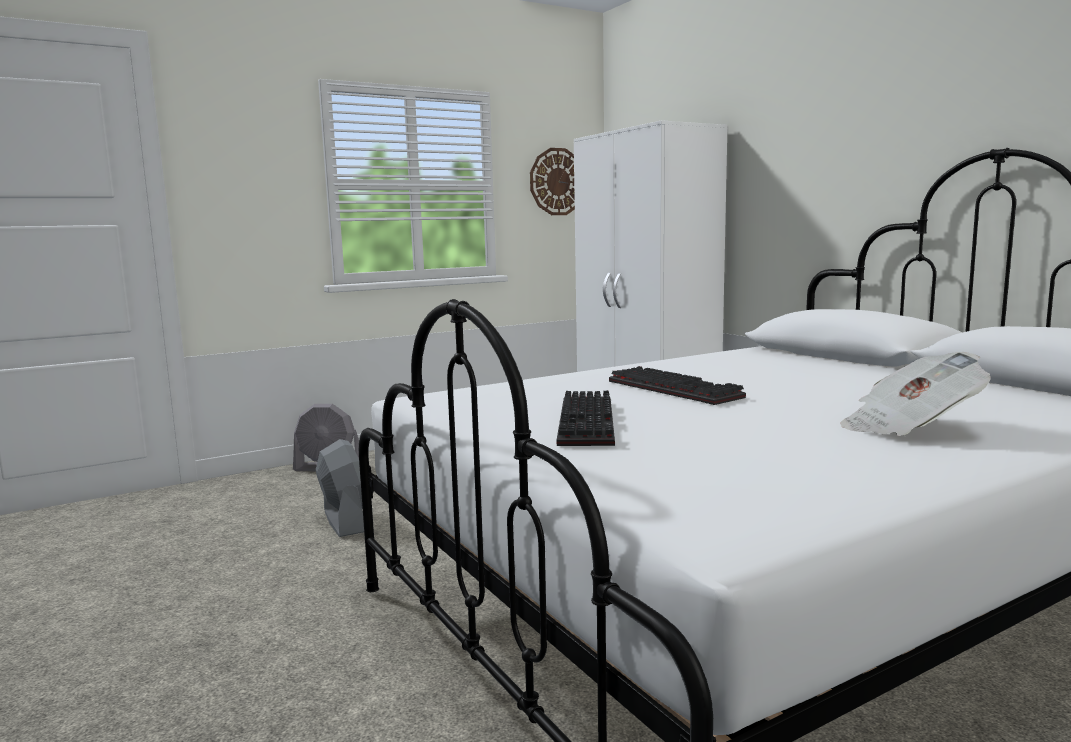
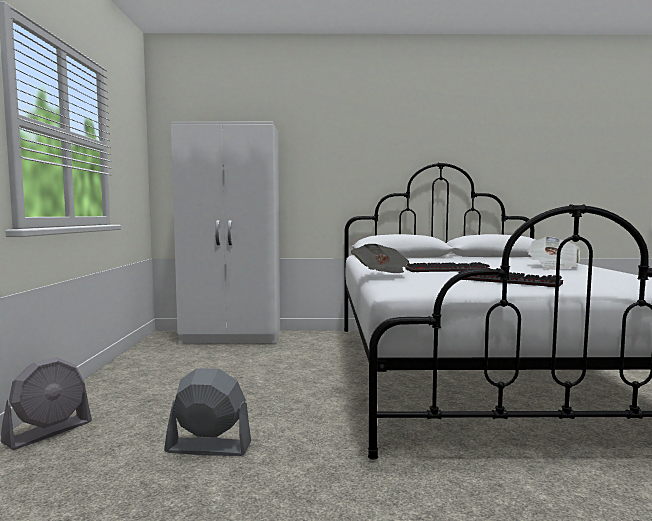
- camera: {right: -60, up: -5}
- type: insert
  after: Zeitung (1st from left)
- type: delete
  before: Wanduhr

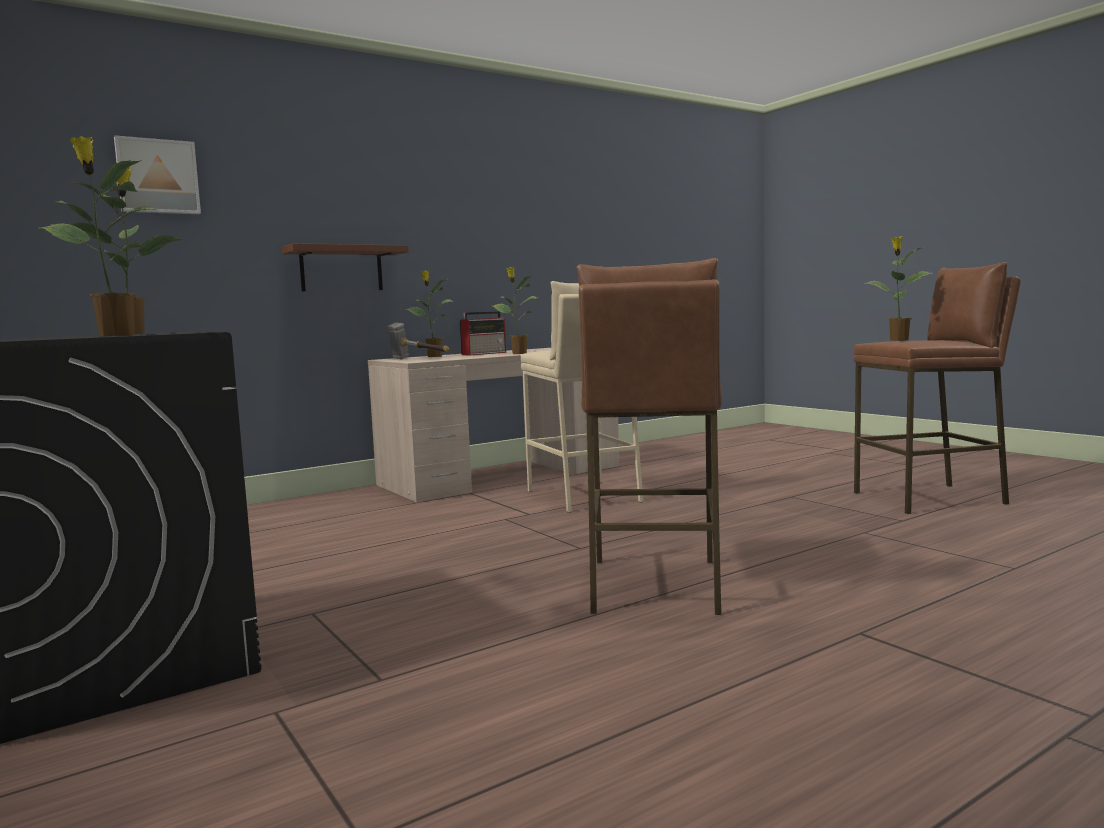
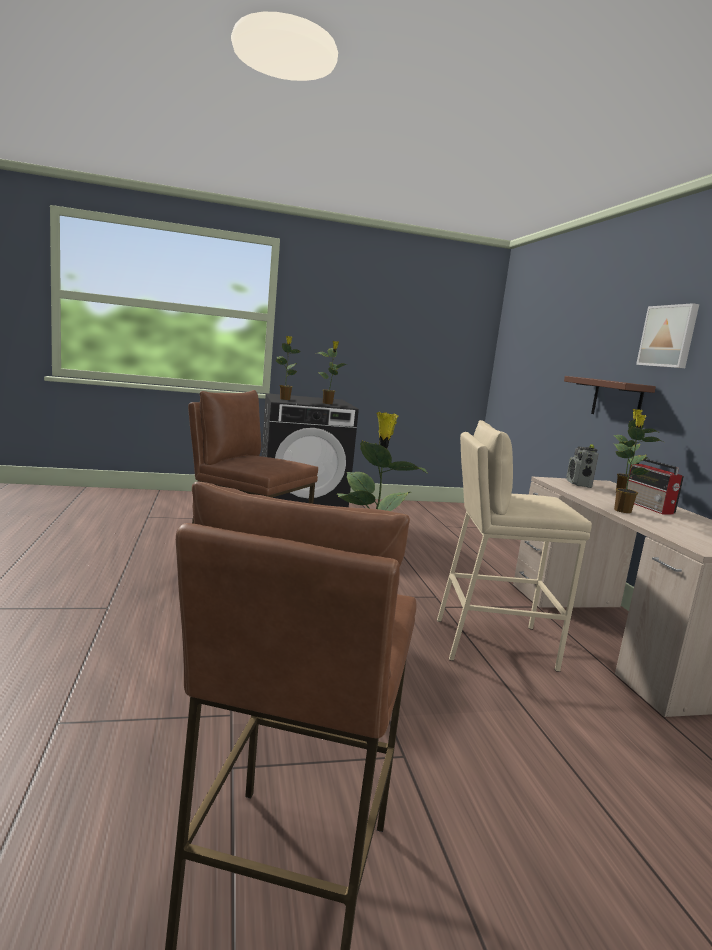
- camera: {right: 110, up: 5}
- type: replace
  before: Hammer
  after: Radio (1st from left)
- type: move
  before: Bild

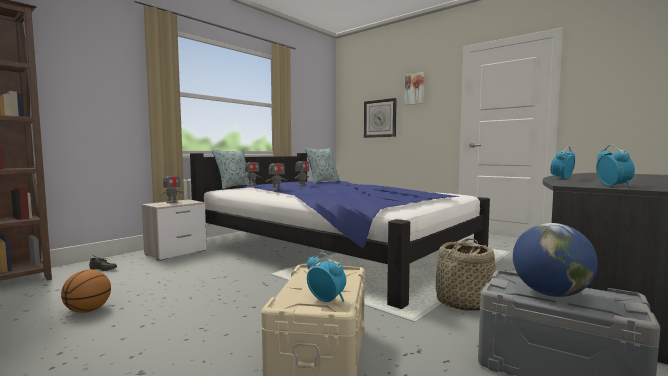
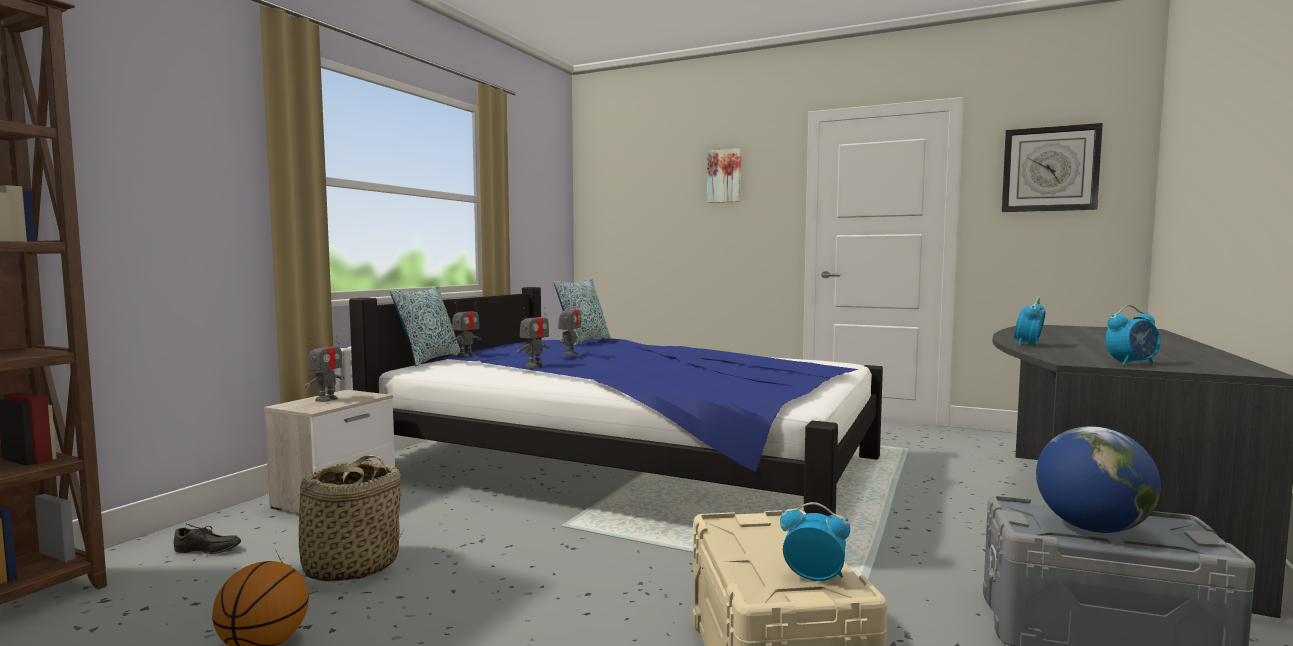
- camera: {right: -15, up: 0}
- type: move
  before: Korb
- type: move
  before: Wanduhr
- type: rotate
  before: Wecker (3rd from left)
  turn: 90

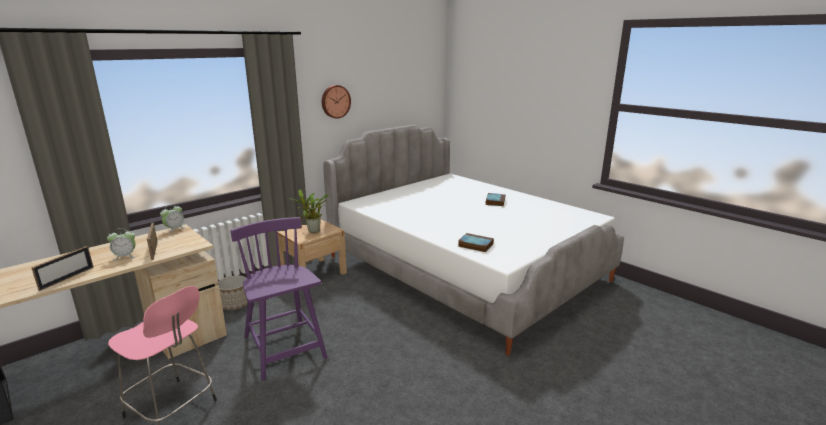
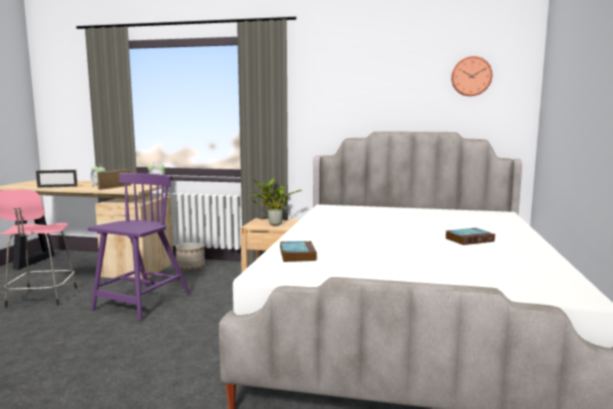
- camera: {right: 55, up: -10}
- type: move
  before: Wanduhr

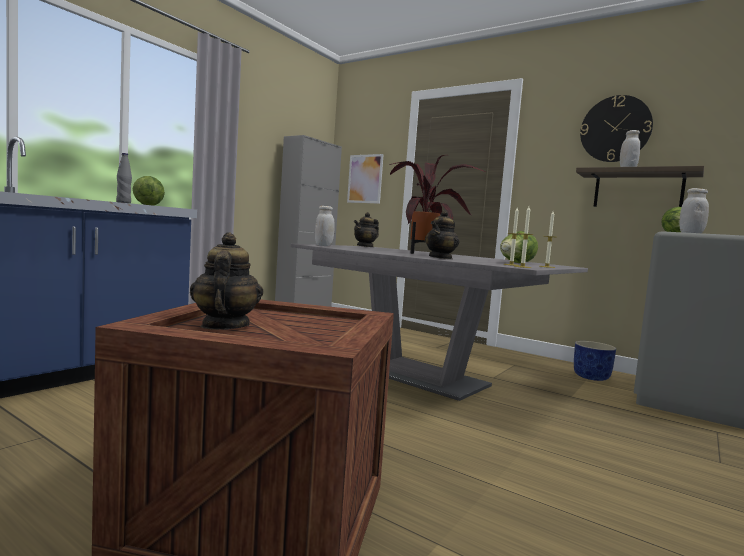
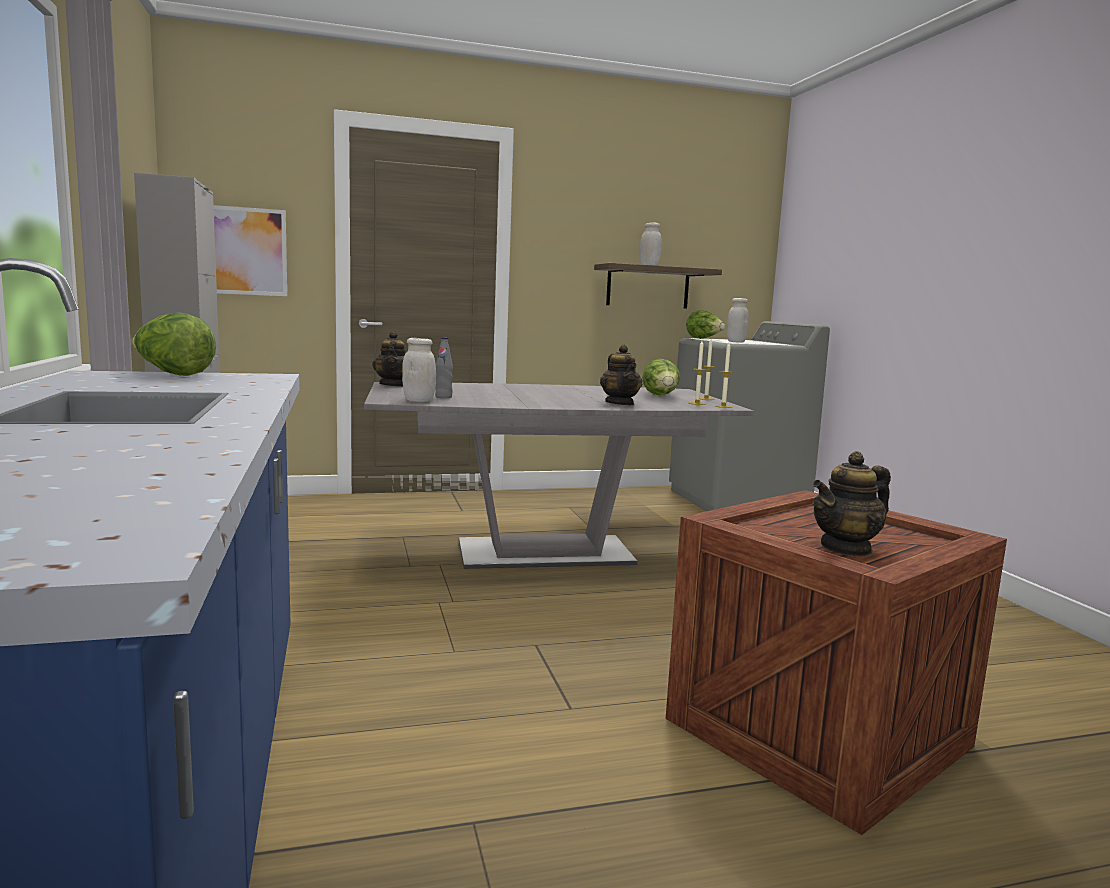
- camera: {right: -50, up: 5}
- type: move
  before: Flasche [grau]
- type: rotate
  before: Teekanne (1st from left in the first image)
  turn: -60
- type: delete
  before: Topfpflanze
- type: delete
  before: Pflanzkübel [blau]
- type: delete
  before: Wanduhr

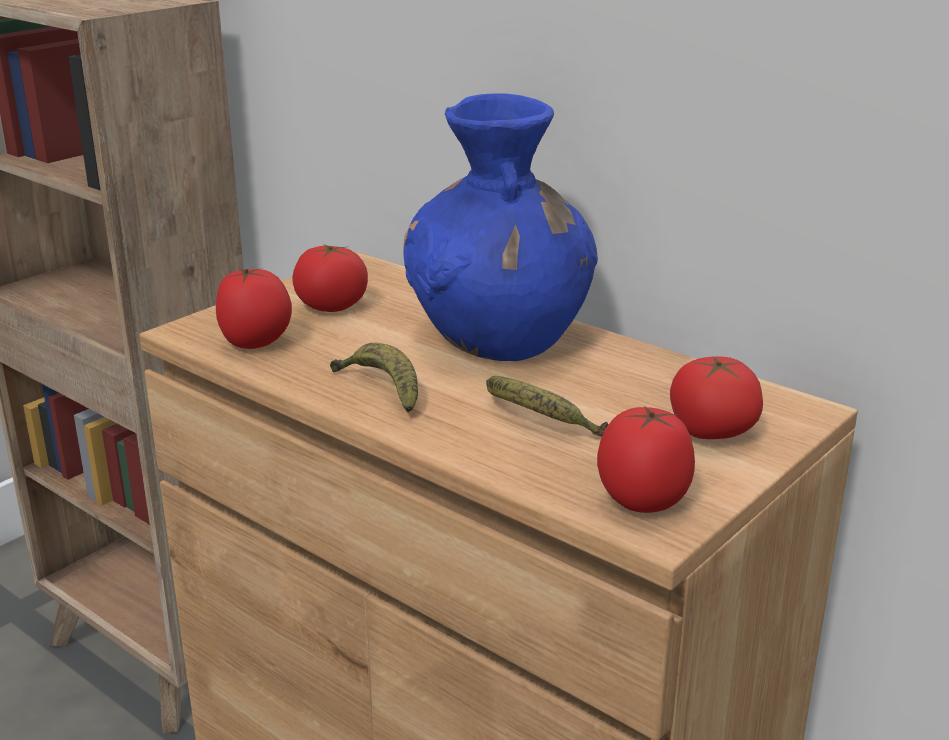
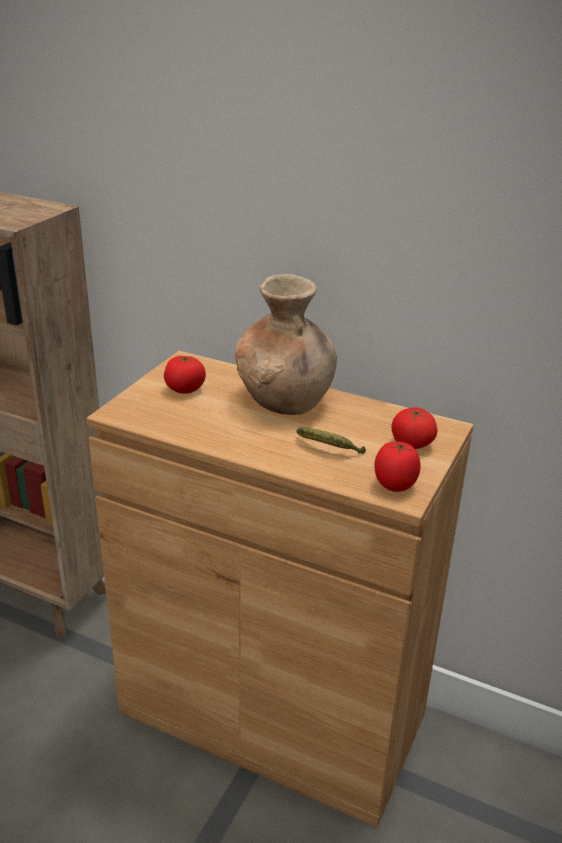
- camera: {right: -15, up: 5}
- type: recolor
  before: Vase [blau]
  after: Vase [braun]
- type: delete
  before: Tomate (1st from left)
- type: delete
  before: Banane (1st from left)

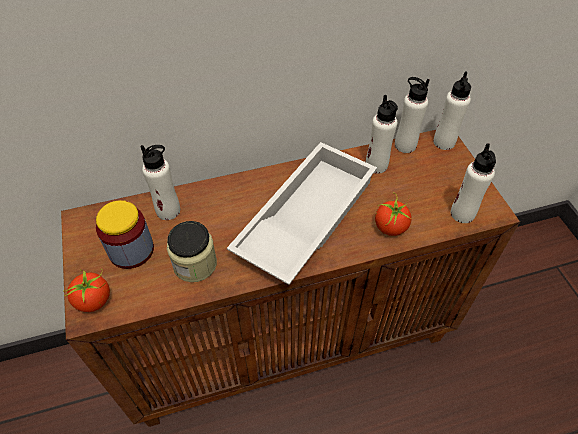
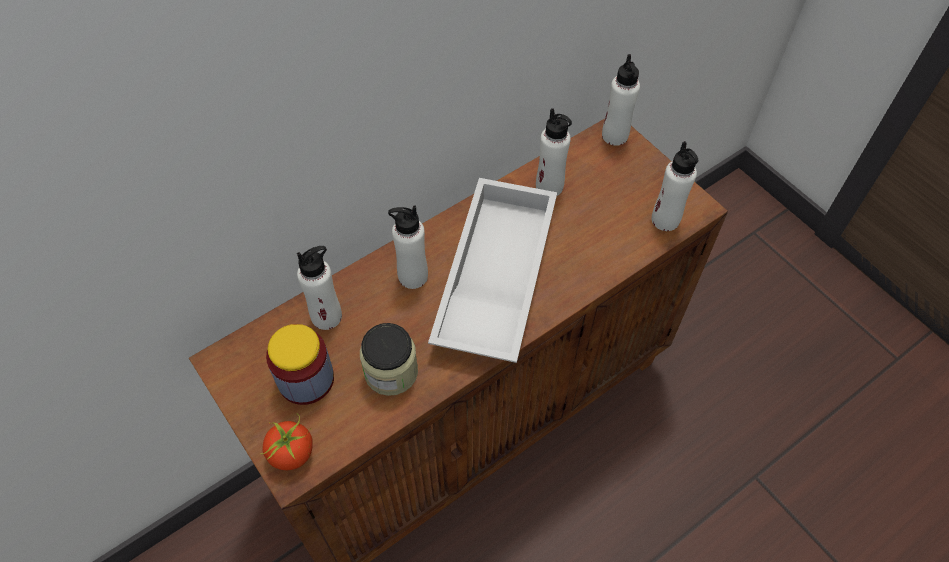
- camera: {right: -20, up: 5}
- type: move
  before: Flasche [weiß] (3rd from left in the first image)
  after: Flasche [weiß] (2nd from left)
- type: delete
  before: Tomate (2nd from left)

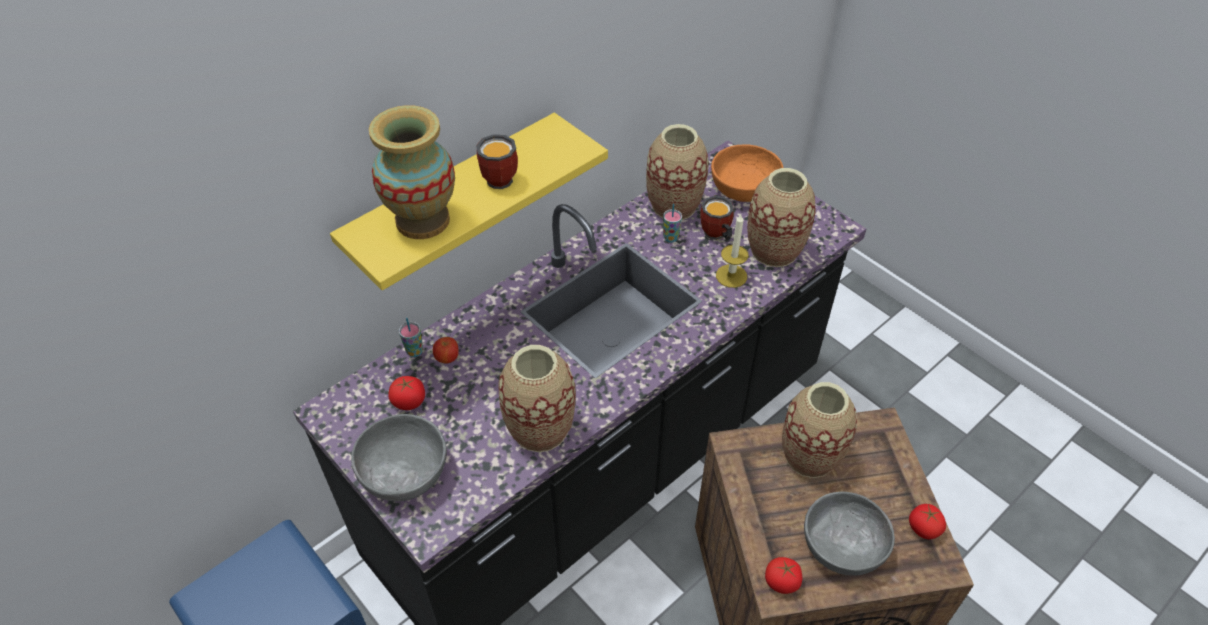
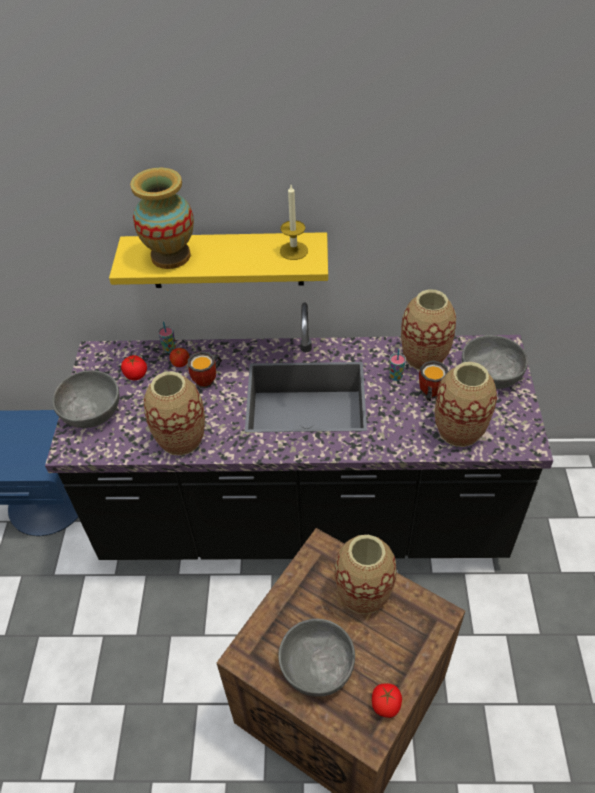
- camera: {right: 45, up: 0}
- type: move
  before: Henkelbecher (1st from left)
- type: move
  before: Kerze
- type: recolor
  before: Schüssel [orange]
  after: Schüssel [grau] (3rd from left)
- type: delete
  before: Tomate (2nd from left)

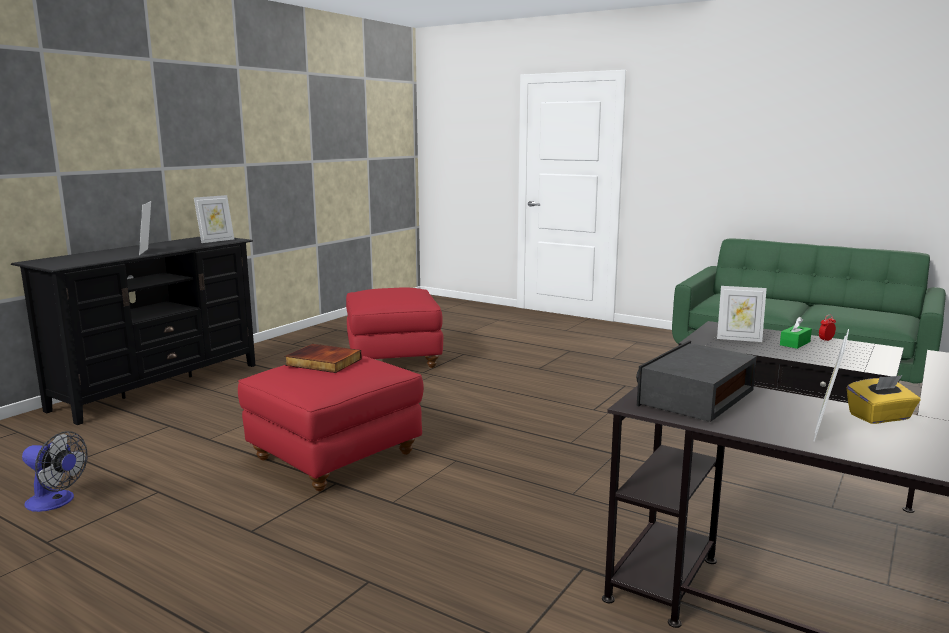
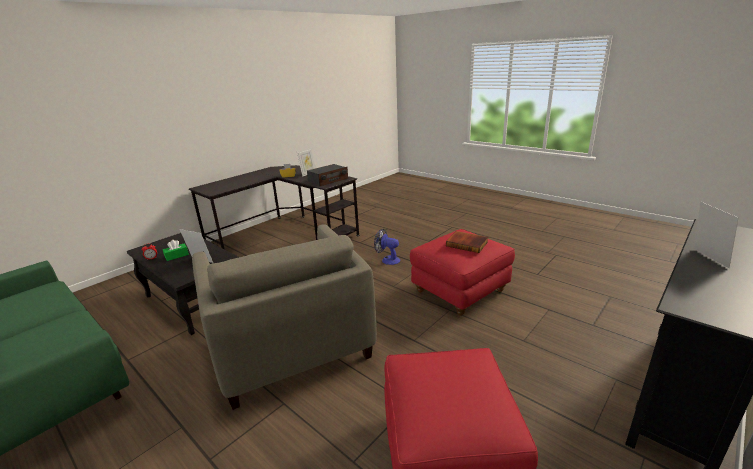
- camera: {right: -170, up: 10}
- type: insert
  after: Sessel [beige]
- type: move
  before: Ventilator
- type: delete
  before: Bilderrahmen (2nd from left)

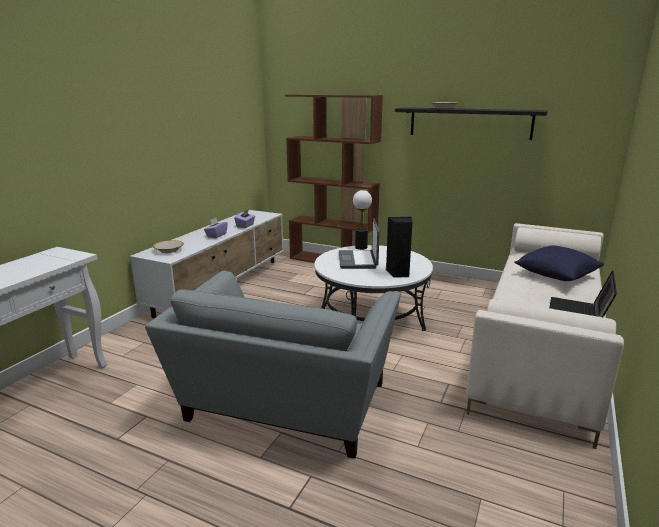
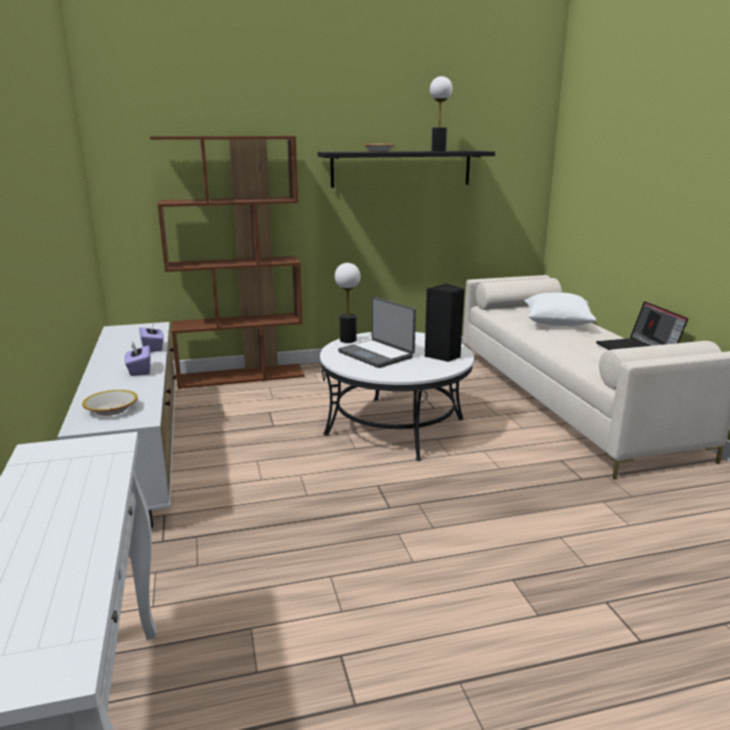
- camera: {right: -40, up: 0}
- type: insert
  after: Tischlampe (2nd from left)
- type: recolor
  before: Kissen [blau]
  after: Kissen [weiß]
- type: delete
  before: Sessel [grau]

